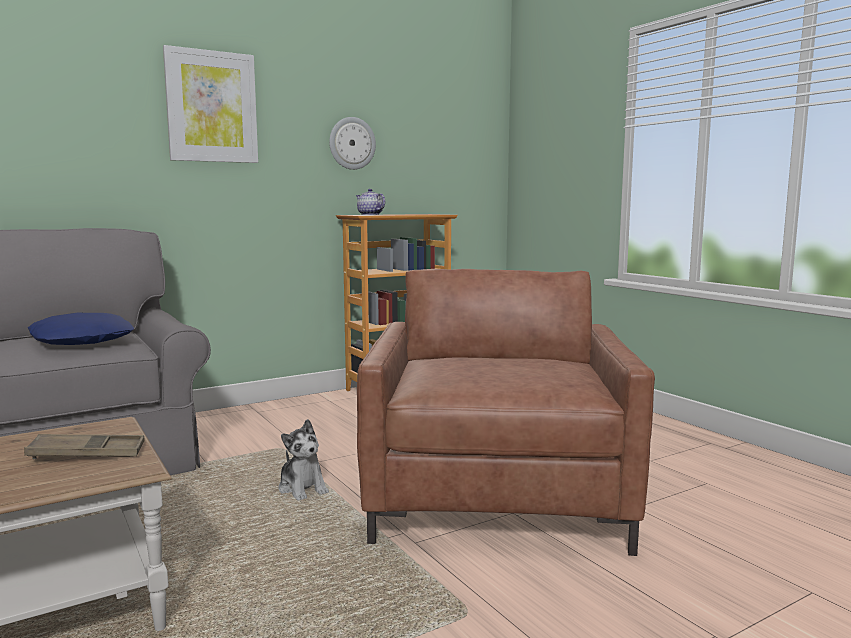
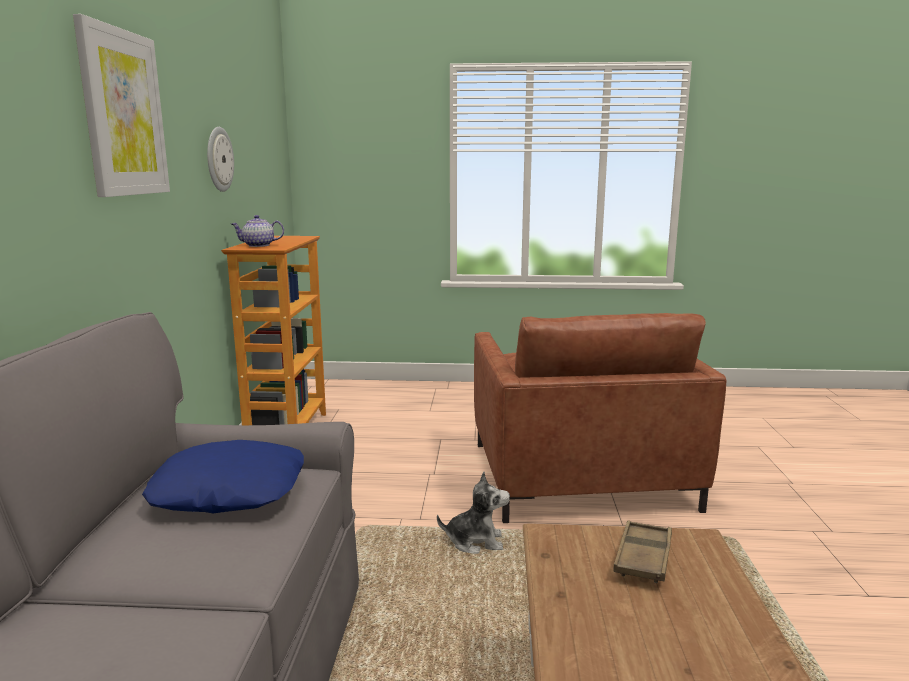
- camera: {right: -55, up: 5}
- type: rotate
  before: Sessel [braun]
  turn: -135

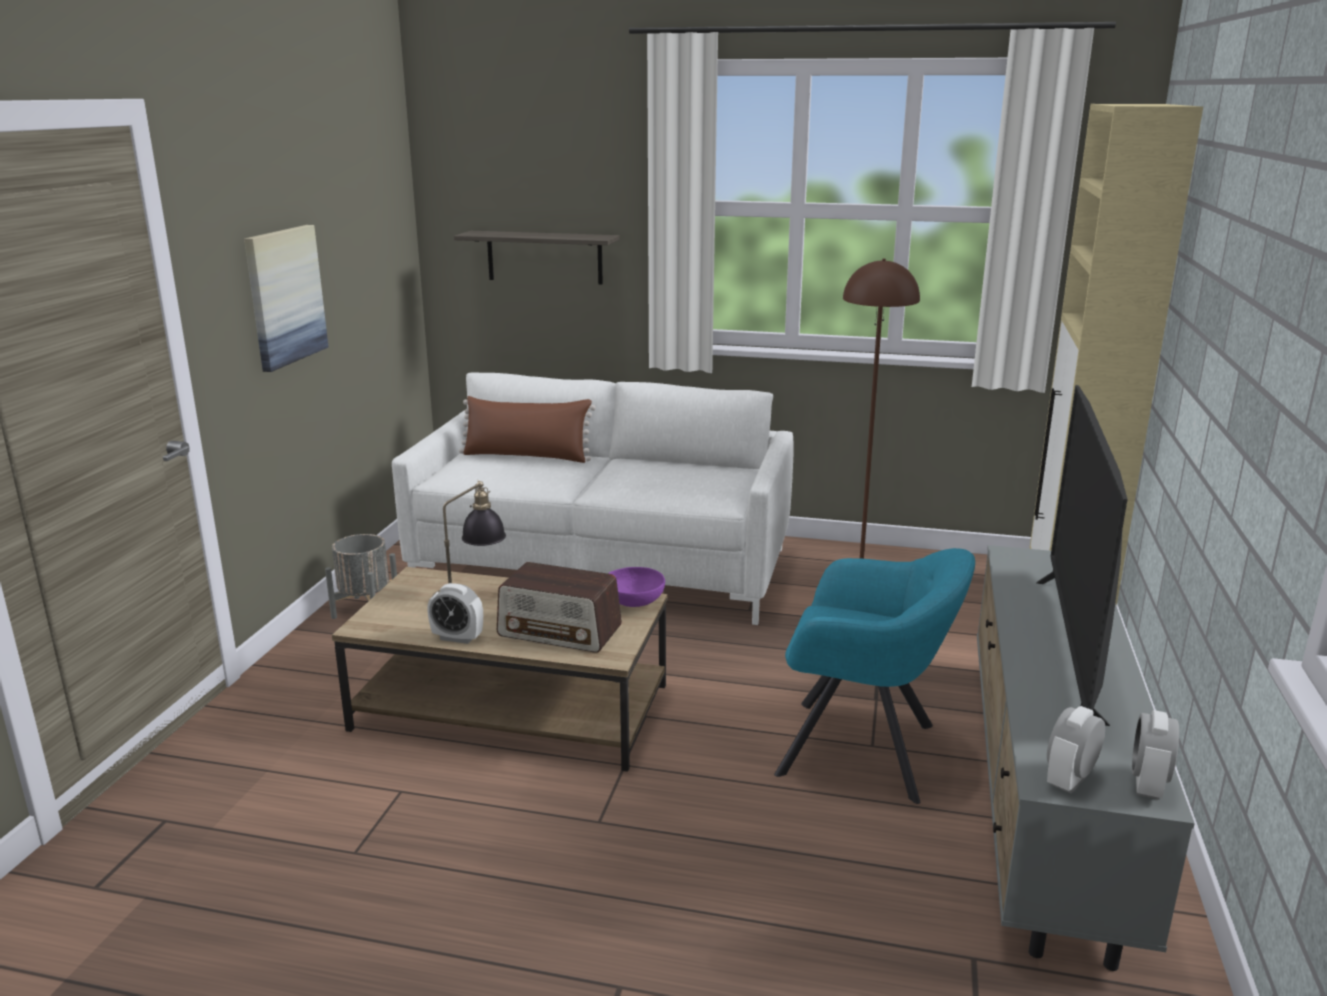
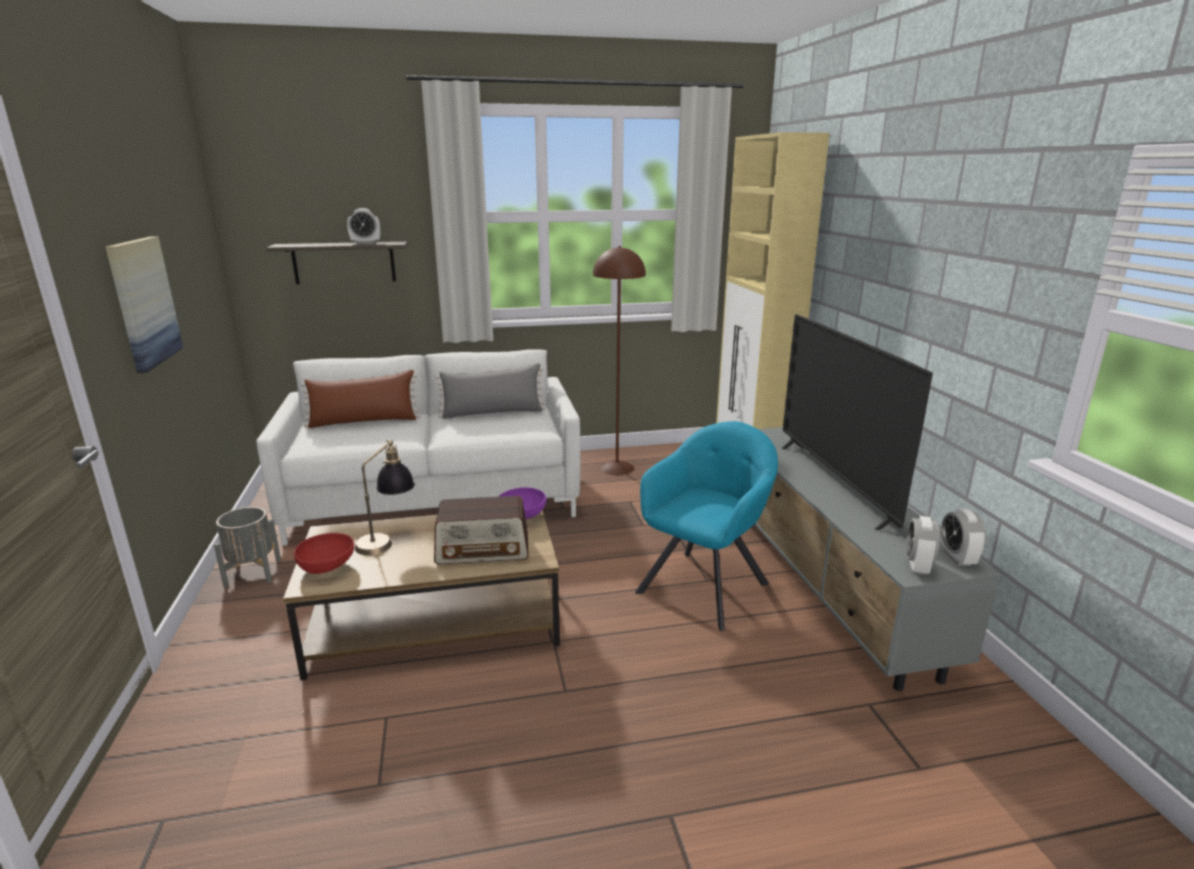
- camera: {right: -25, up: 0}
- type: insert
  after: Schüssel [rot]
- type: move
  before: Wecker (1st from left)
- type: insert
  after: Kissen [grau]
- type: rotate
  before: Sessel [türkis]
  turn: -45

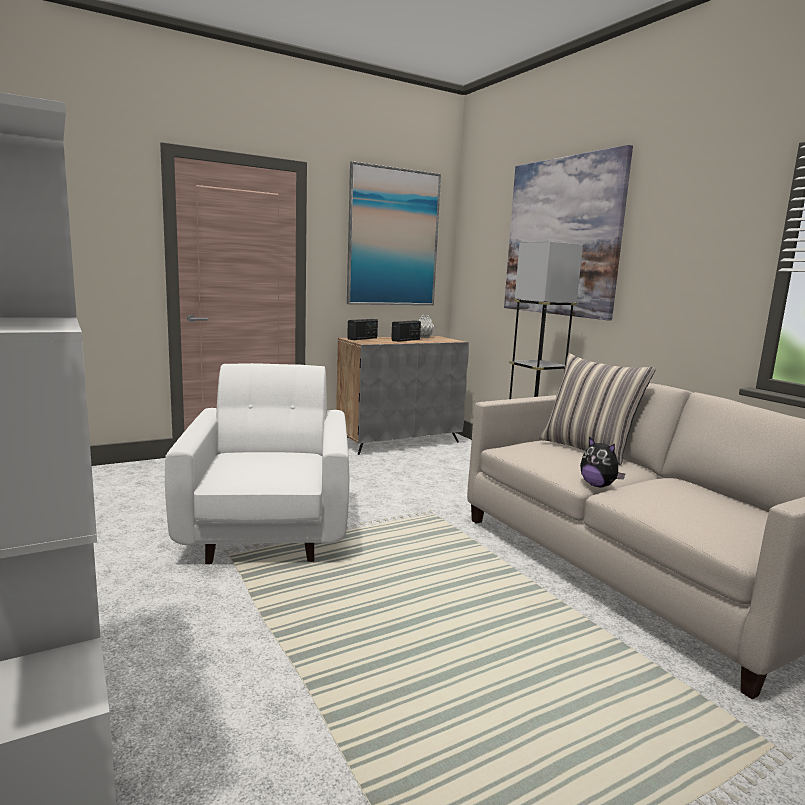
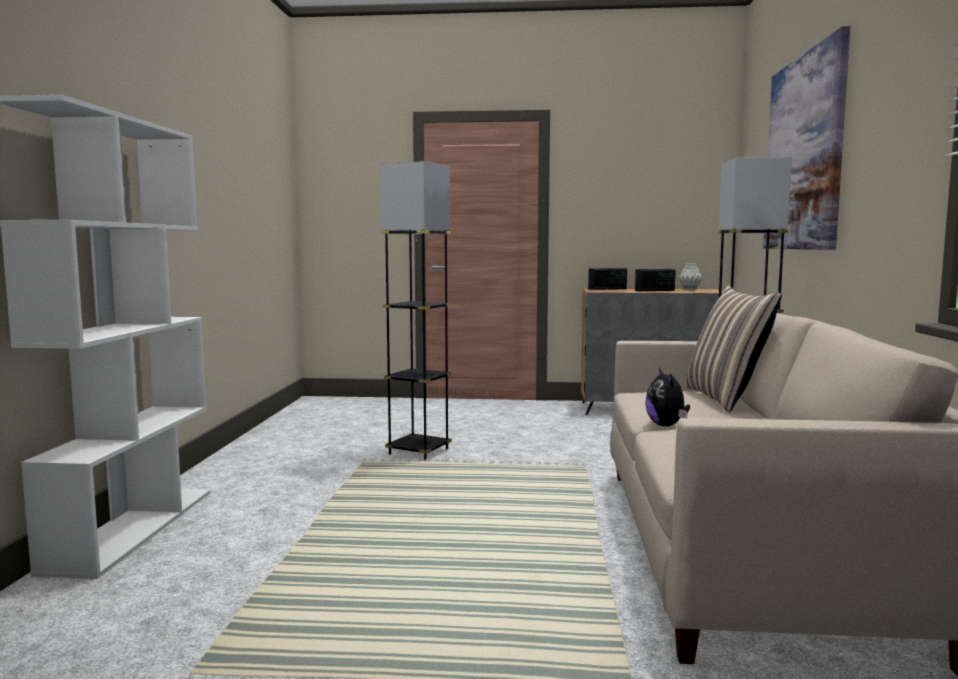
- camera: {right: 35, up: -5}
- type: replace
  before: Sessel [weiß]
  after: Stehlampe [grau] (1st from left)
- type: delete
  before: Bild (1st from left)

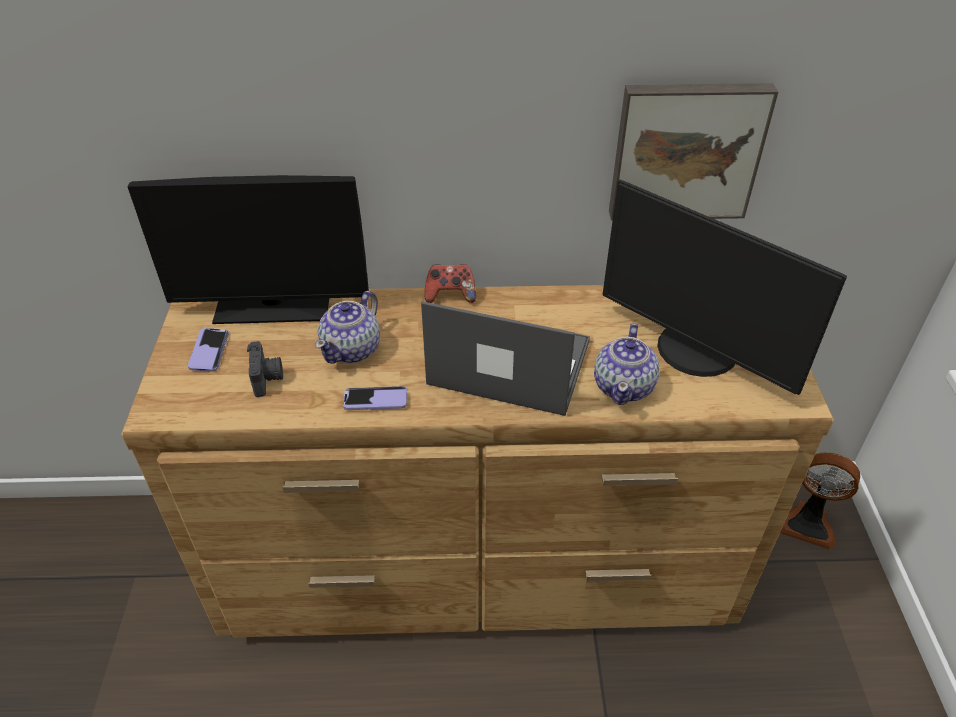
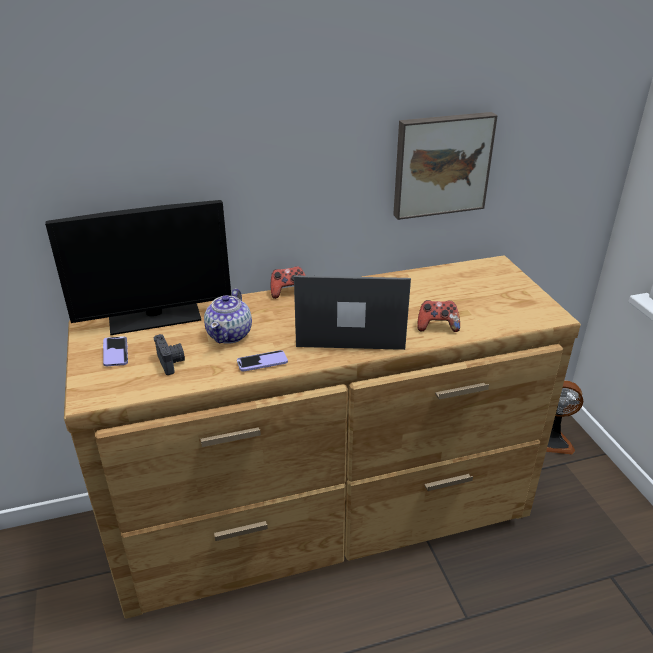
- camera: {right: -15, up: -10}
- type: replace
  before: Teekanne (2nd from left)
  after: Gamepad (2nd from left)
- type: delete
  before: Monitor (2nd from left)

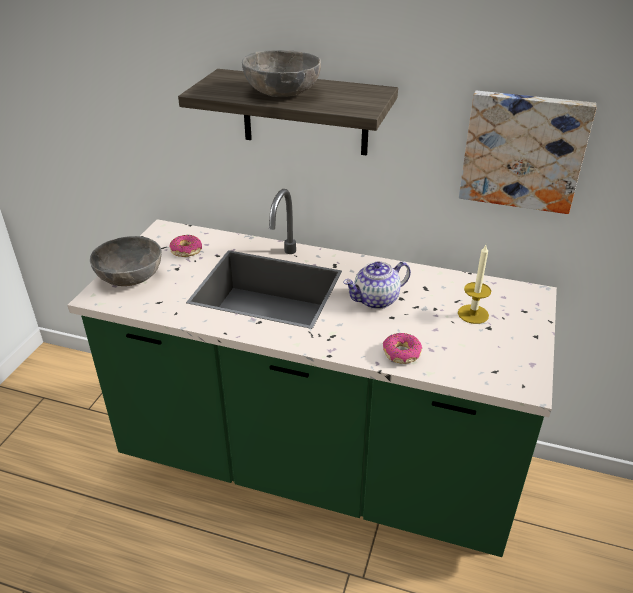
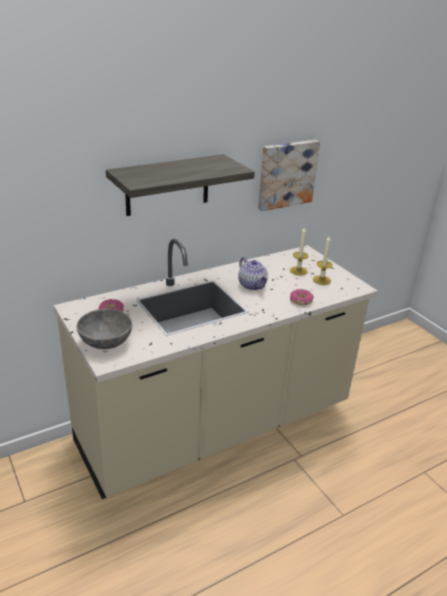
- camera: {right: -50, up: -5}
- type: recolor
  before: Küchenzeile [grün]
  after: Küchenzeile [beige]
- type: rotate
  before: Teekanne
  turn: -45
- type: insert
  after: Kerze (2nd from left)
- type: delete
  before: Schüssel [grau] (2nd from left)

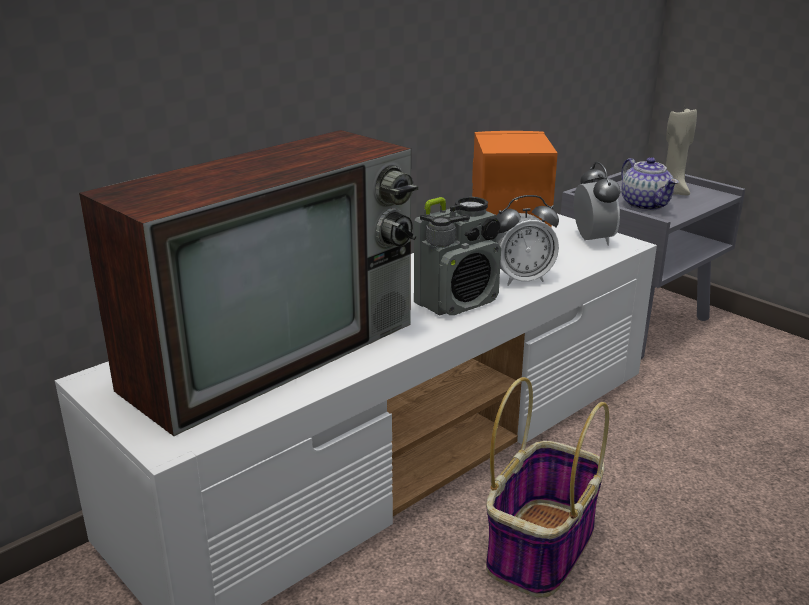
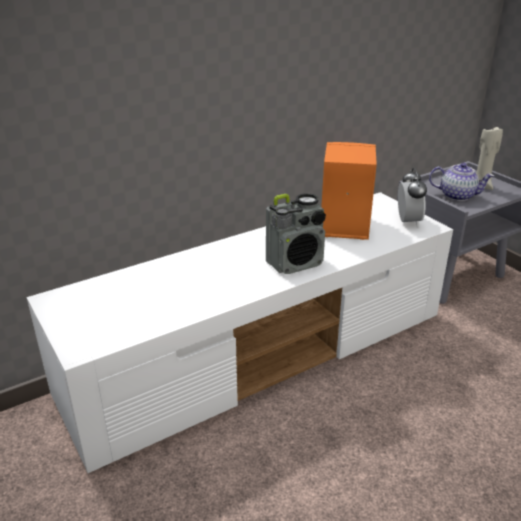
- camera: {right: 10, up: 5}
- type: rotate
  before: Teekanne
  turn: -60
- type: delete
  before: Fernseher
- type: delete
  before: Korb
- type: delete
  before: Wecker (1st from left)

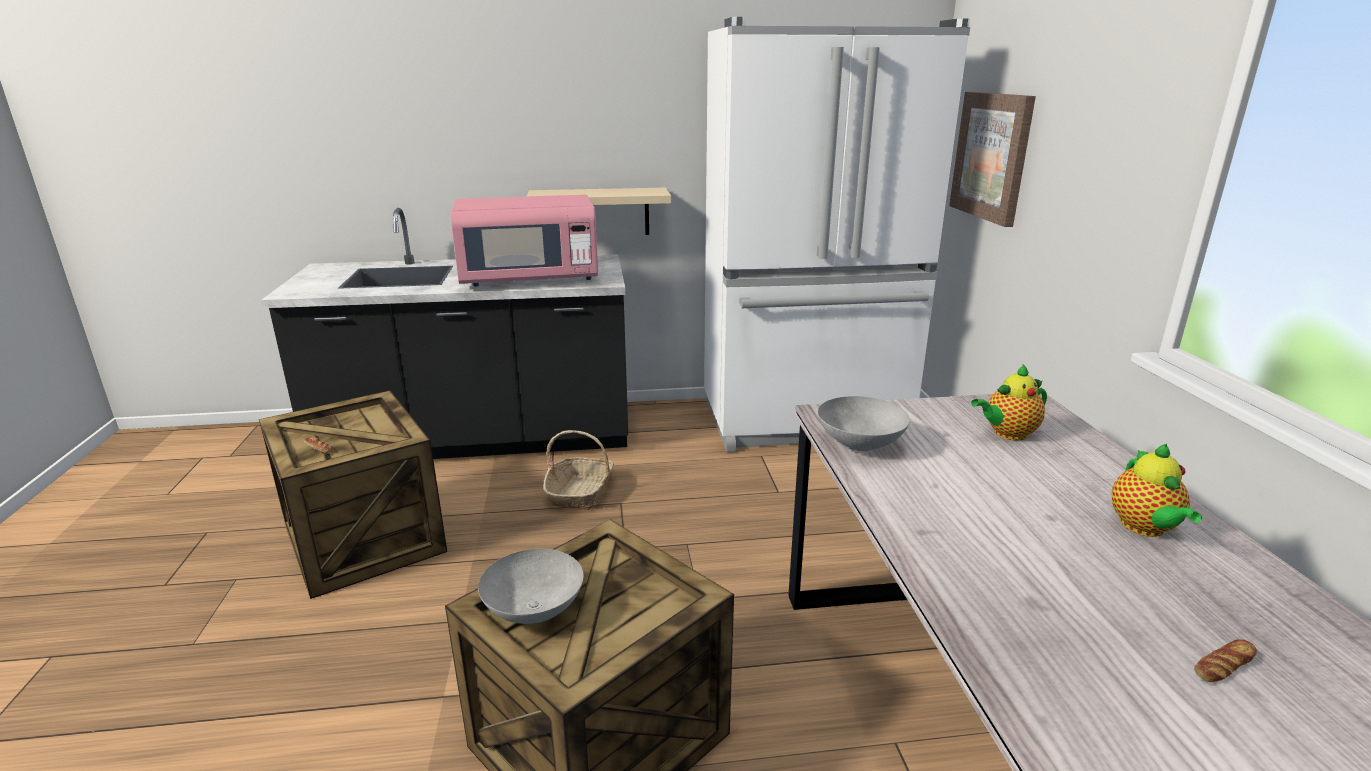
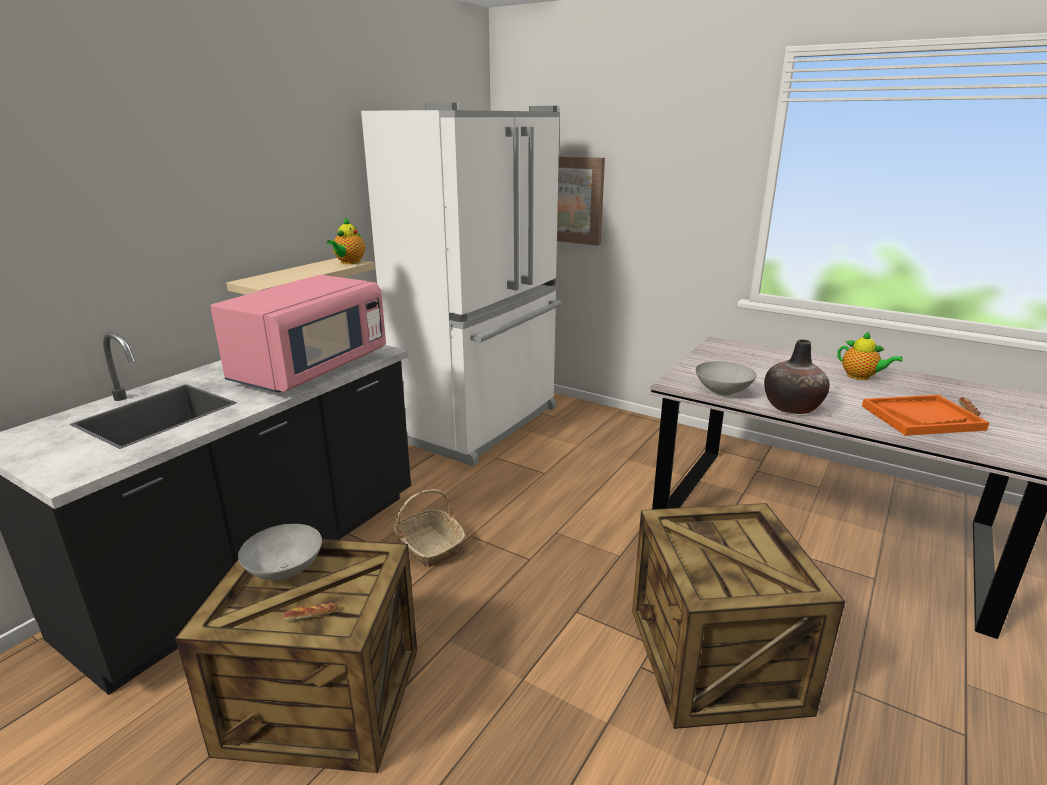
- camera: {right: -50, up: 0}
- type: move
  before: Schüssel [grau] (1st from left)
- type: move
  before: Teekanne (1st from left)
- type: insert
  after: Vase
- type: insert
  after: Tablett [orange]

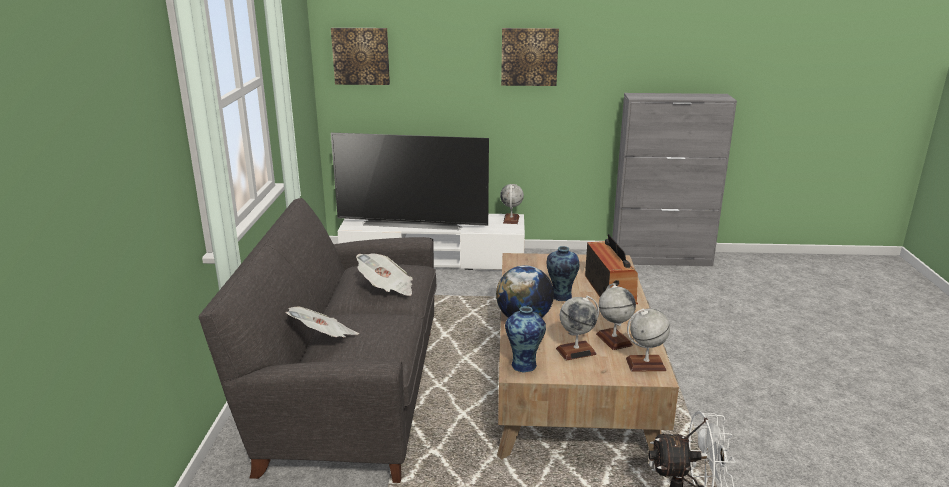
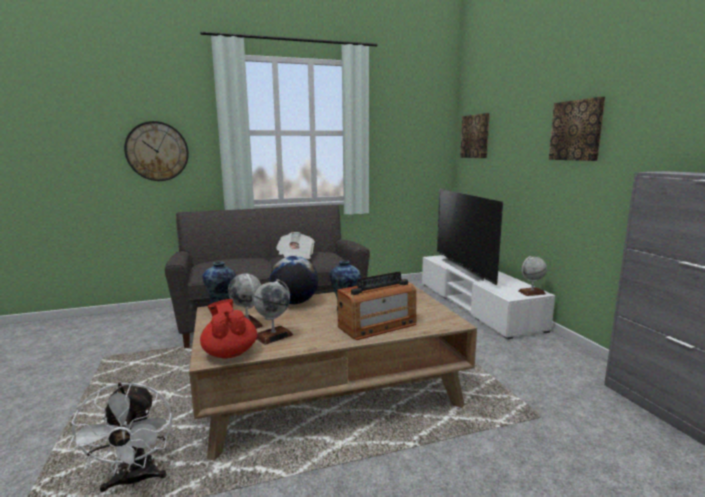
- camera: {right: 70, up: -10}
- type: insert
  after: Wanduhr
- type: replace
  before: Globus (5th from left)
  after: Teekanne [rot]
- type: delete
  before: Zeitung (1st from left)

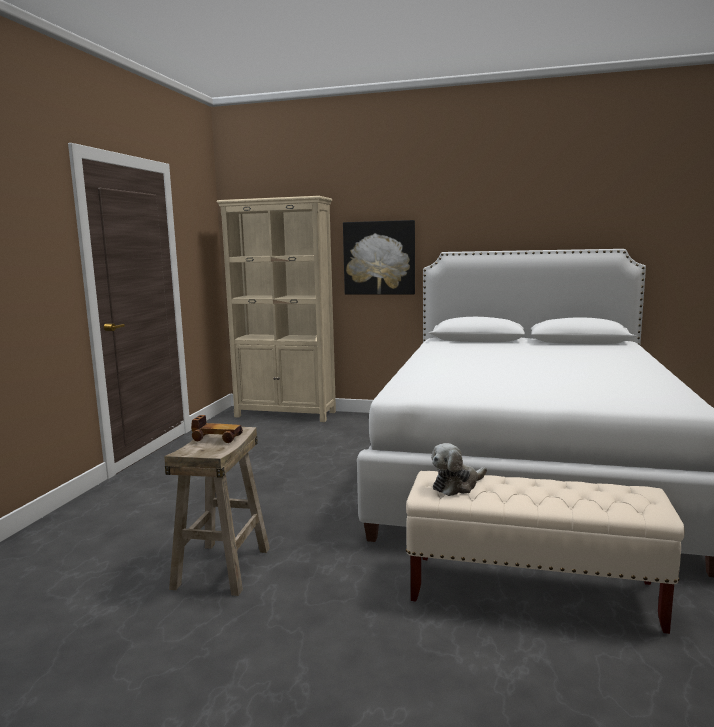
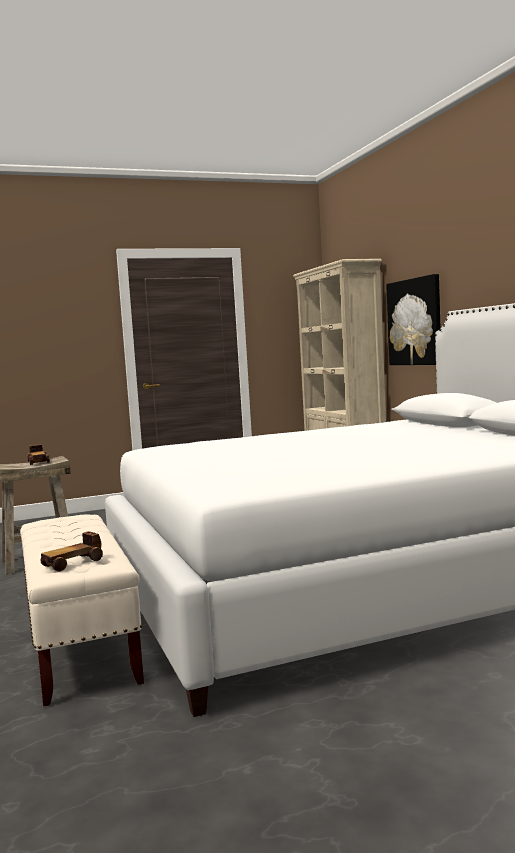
- camera: {right: 55, up: -5}
- type: insert
  after: Spielzeugauto (2nd from left)
- type: delete
  before: Plüschtier

